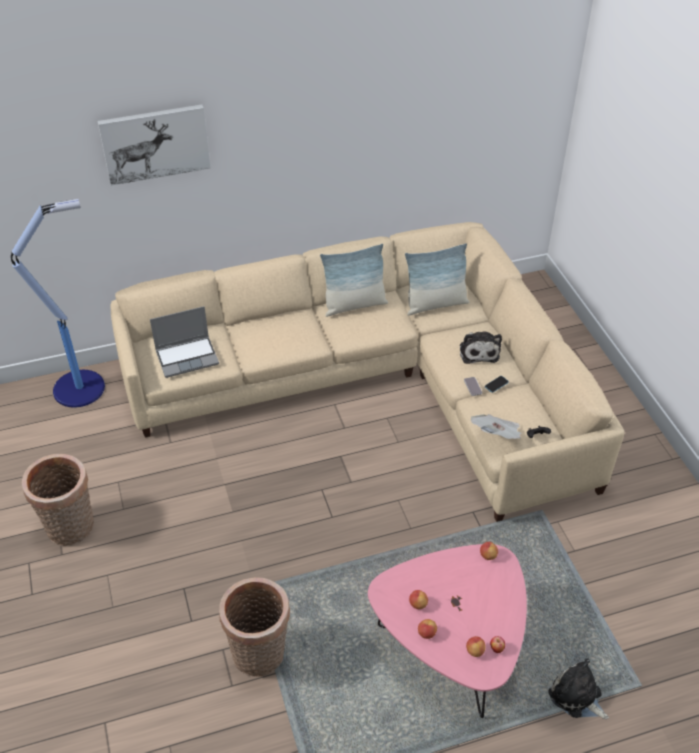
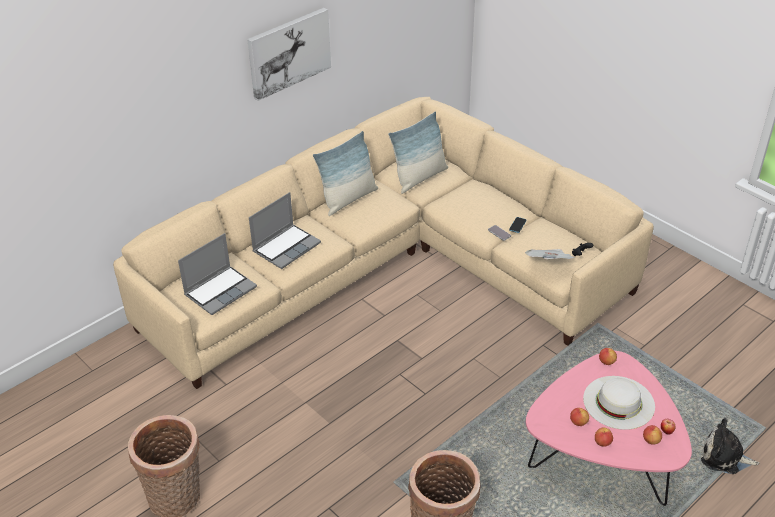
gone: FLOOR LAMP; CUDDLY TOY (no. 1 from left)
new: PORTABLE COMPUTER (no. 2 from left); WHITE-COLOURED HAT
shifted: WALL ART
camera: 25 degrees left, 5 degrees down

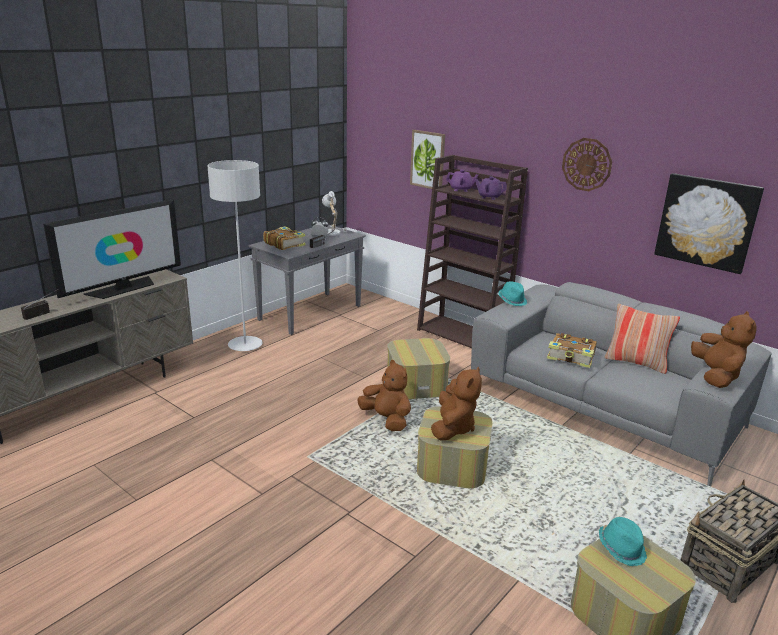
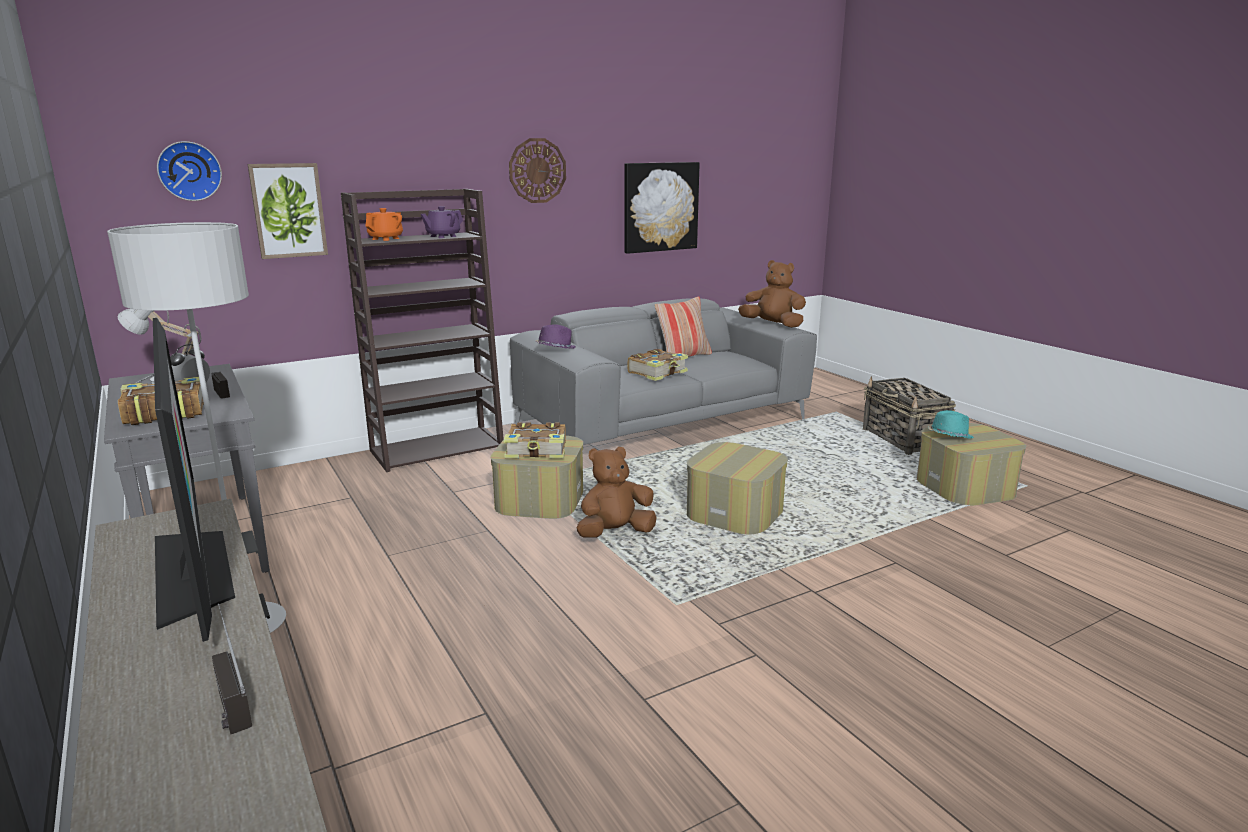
gone: BROWN-COLOURED CUDDLY TOY (no. 2 from left)
new: HANGING CLOCK (no. 1 from left); BOUND BOOK (no. 2 from left)
repainted: PURPLE TEAPOT (no. 1 from left) to ORANGE TEAPOT; TURQUOISE-COLOURED HAT (no. 1 from left) to PURPLE HAT
camera: 70 degrees left, 5 degrees down

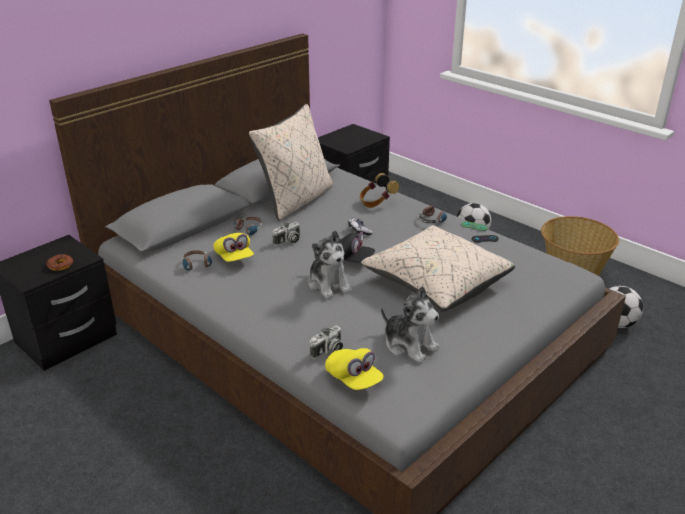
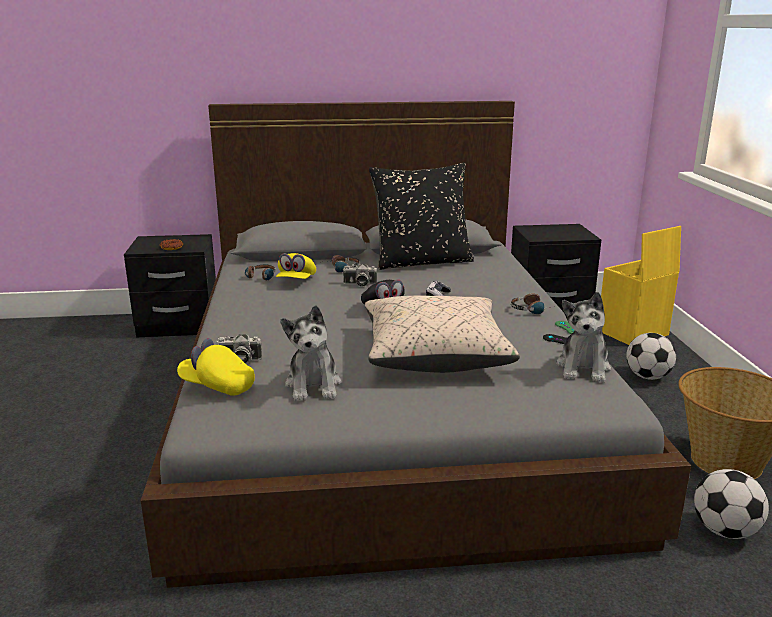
gone: HEADSET (no. 3 from left)
new: YELLOW-COLOURED STORAGE BOX
shifted: CUDDLY TOY (no. 1 from left in the first image) to CUDDLY TOY (no. 2 from left)
repainted: BEIGE PILLOW (no. 1 from left) to BLACK-COLOURED PILLOW
rotated: YELLOW-COLOURED CAP (no. 2 from left in the first image) 105 degrees clockwise
camera: 40 degrees right, 10 degrees down

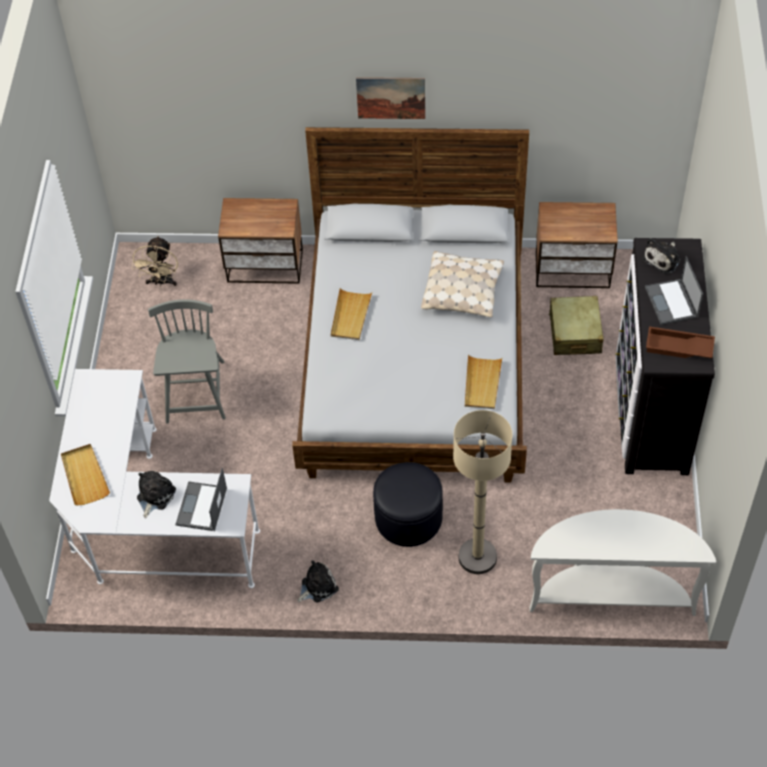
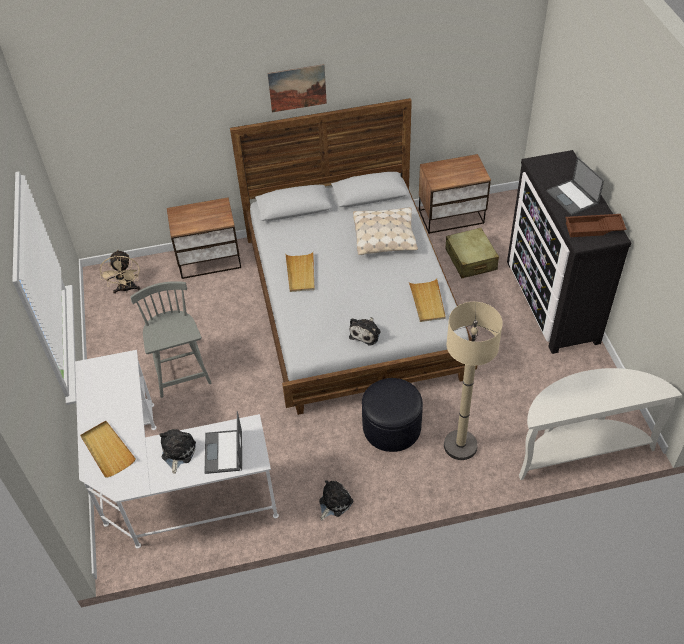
shifted: CUDDLY TOY (no. 3 from left)
camera: 15 degrees left, 5 degrees down

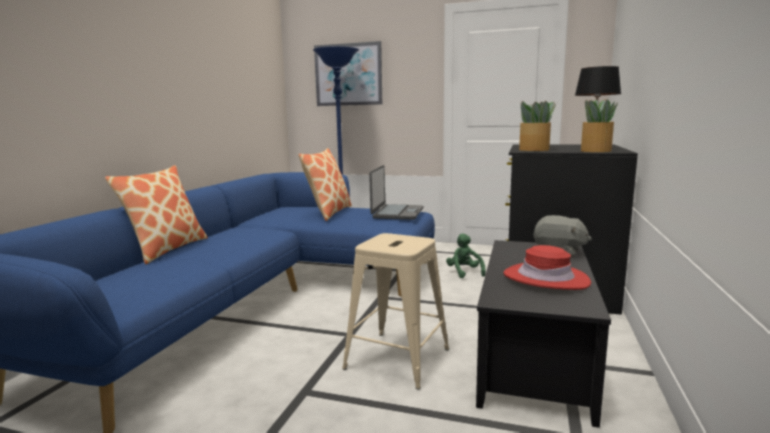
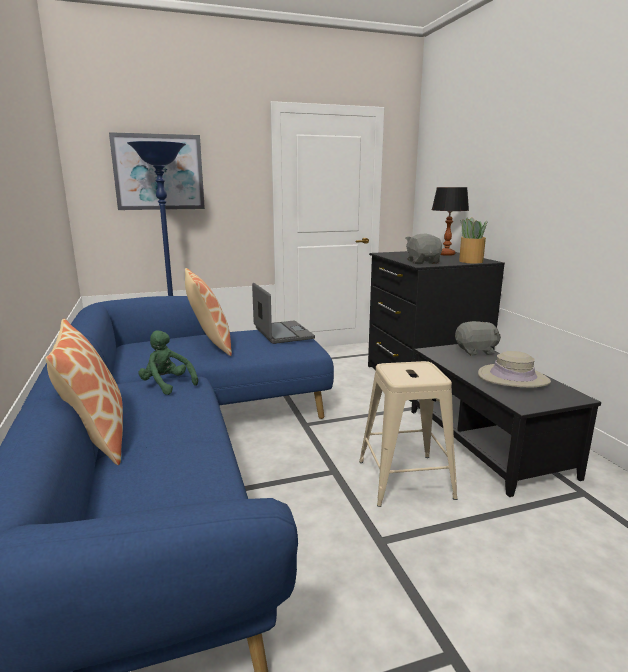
shifted: GREENISH CUDDLY TOY
swapped: POTTED PLANT (no. 1 from left) to GREYISH CUDDLY TOY (no. 1 from left)
repainted: REDDISH HAT to BEIGE HAT
camera: 35 degrees left, 5 degrees up

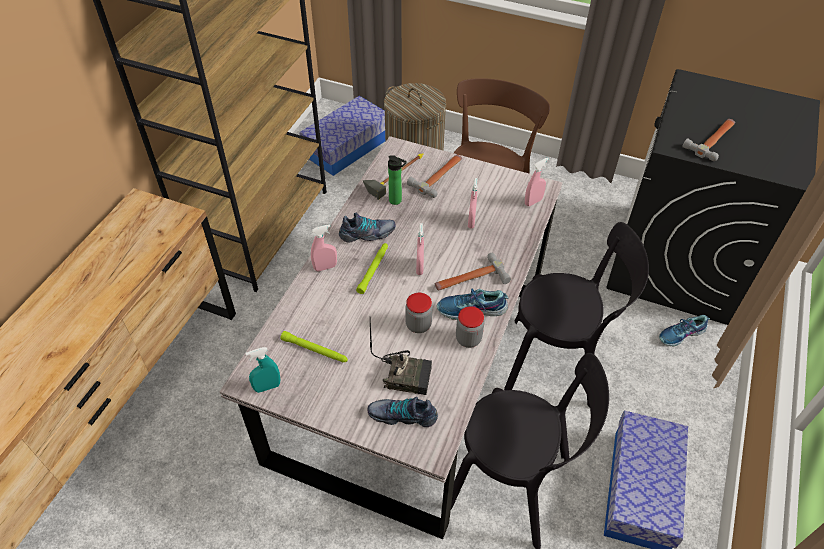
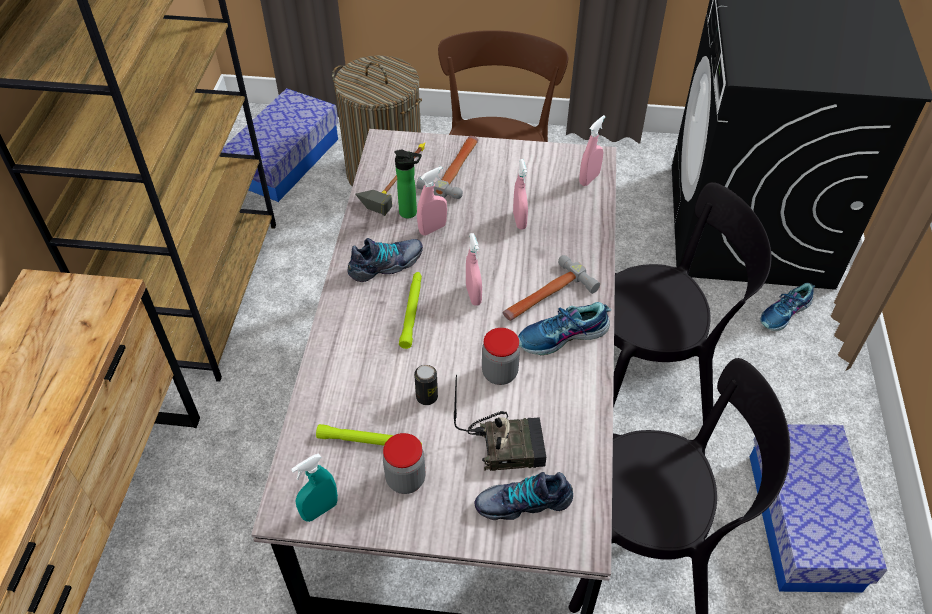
gone: HAMMER (no. 4 from left)
new: METAL CAN
shifted: PRESERVE JAR (no. 2 from left in the first image) to PRESERVE JAR (no. 1 from left); PINK SPRAYER (no. 1 from left)
camera: 15 degrees left, 0 degrees up

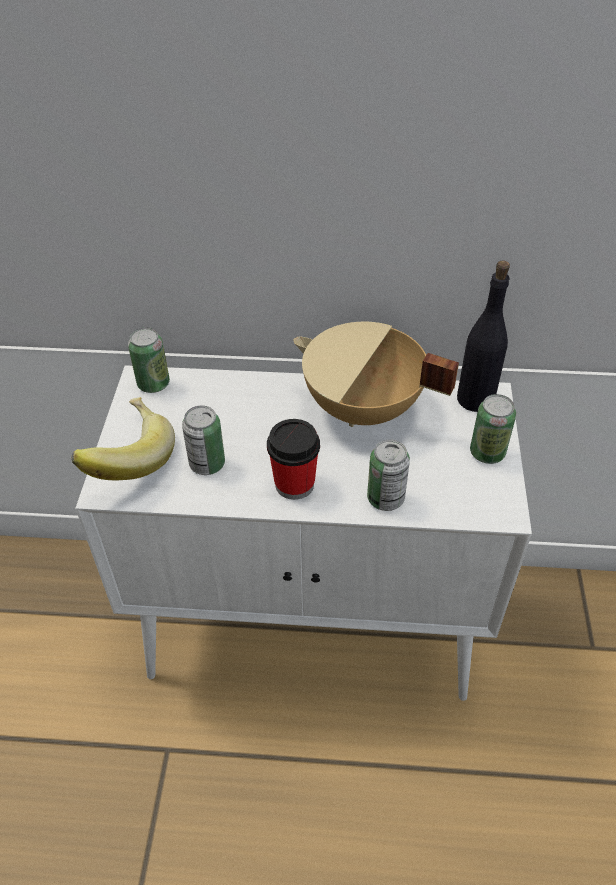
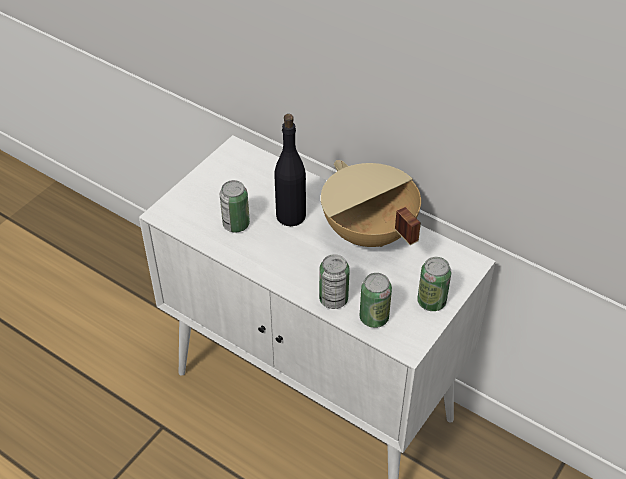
gone: BANANA FRUIT; DRINKING CUP
shifted: BLACK-COLOURED BOTTLE; METAL CAN (no. 1 from left in the first image) to METAL CAN (no. 3 from left)
camera: 30 degrees right, 0 degrees up

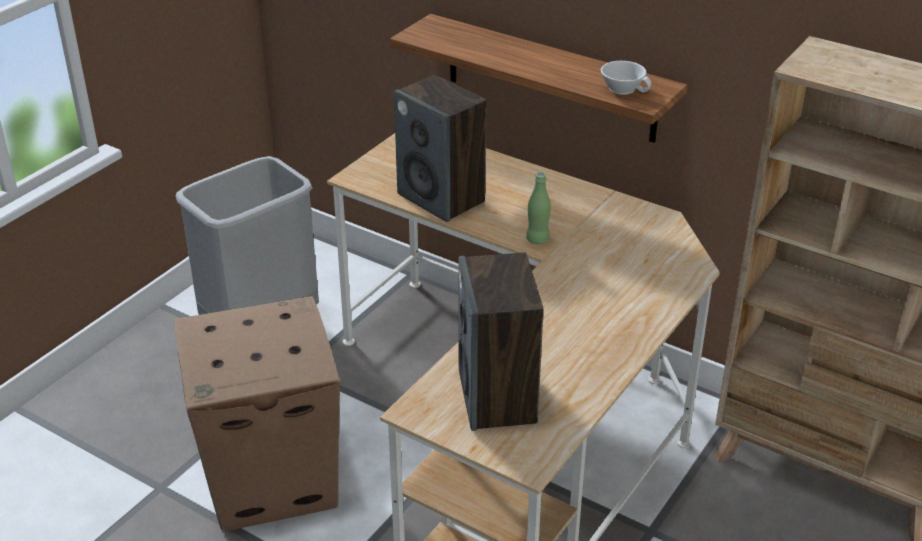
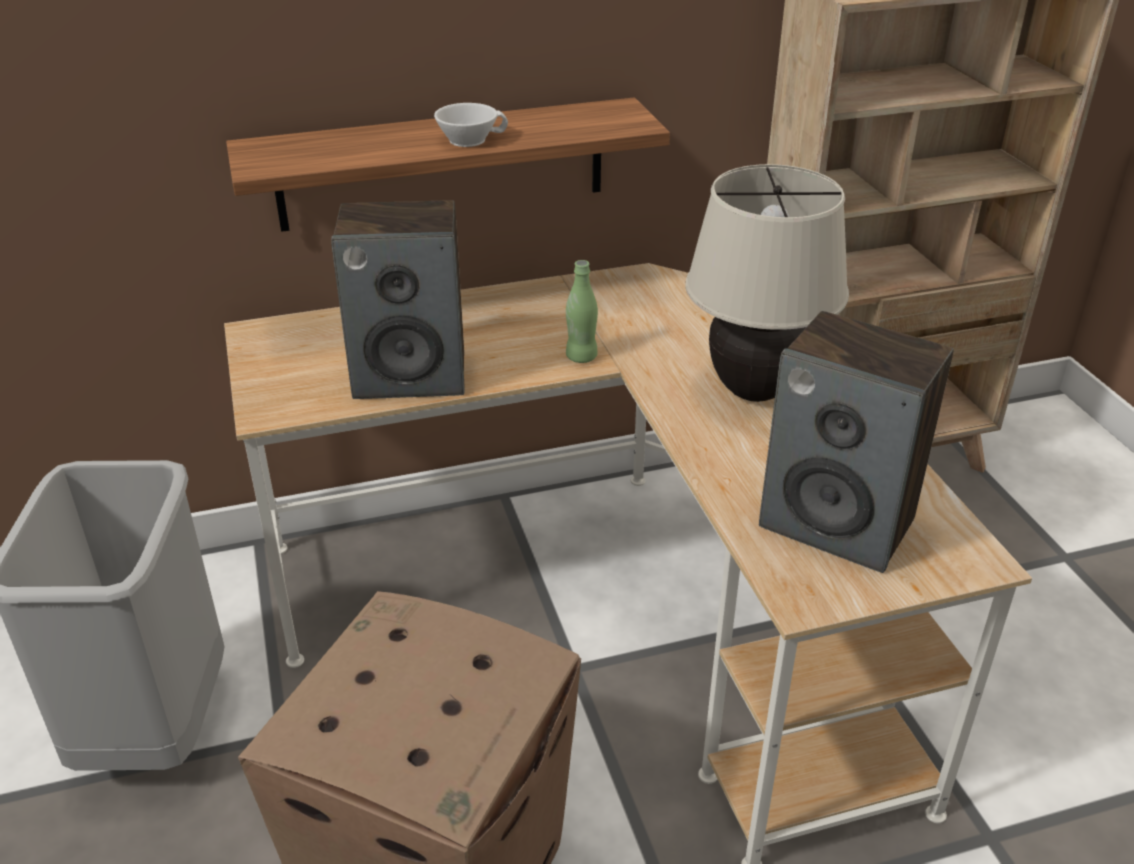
new: BEIGE TABLETOP LAMP
shifted: WHITE-COLOURED DRINKING CUP
camera: 50 degrees left, 0 degrees up

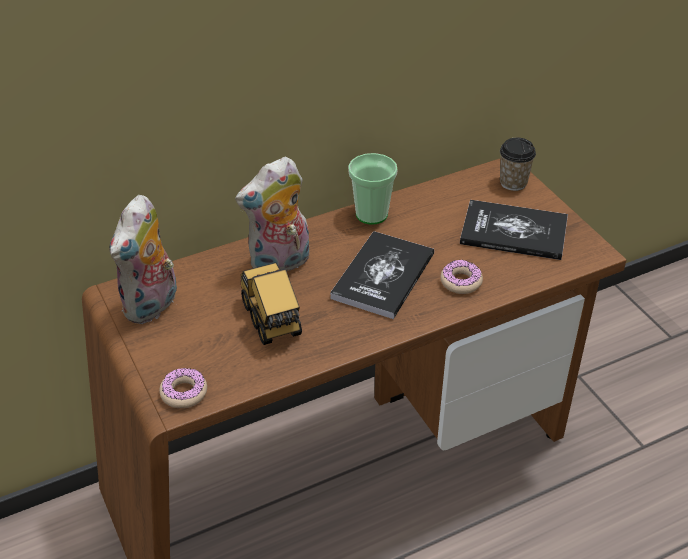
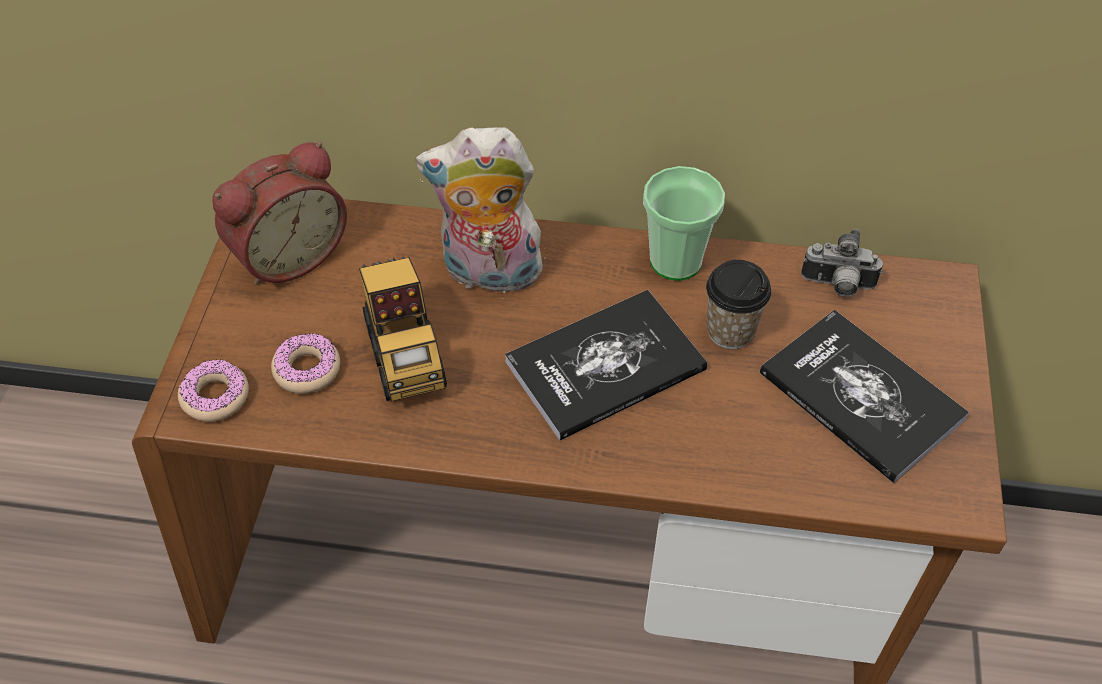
new: PHOTO CAMERA
shifted: DOUGHNUT (no. 2 from left); DRINKING CUP (no. 2 from left)
swapped: CUDDLY TOY (no. 1 from left) to BEDSIDE CLOCK
rotated: MODEL TRUCK 150 degrees clockwise
camera: 35 degrees right, 10 degrees up

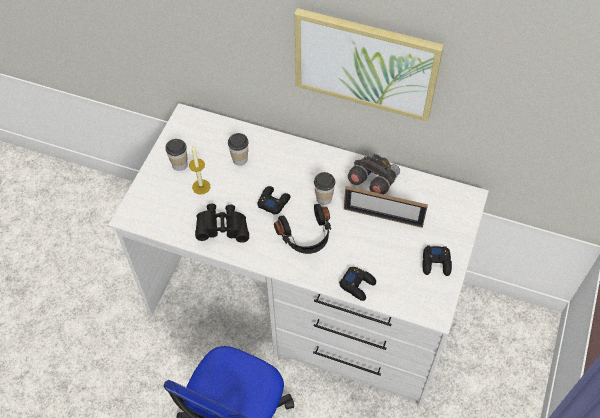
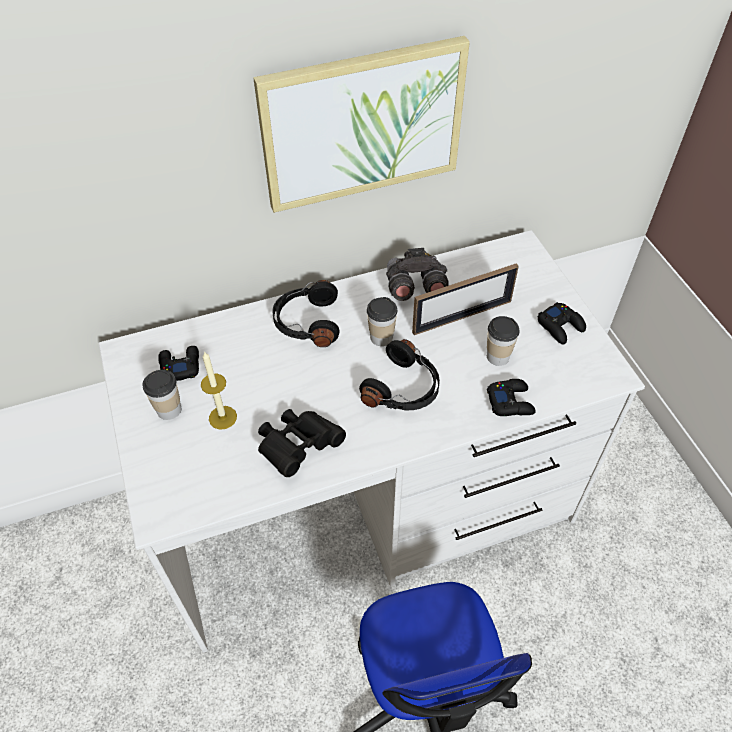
new: BLACK-COLOURED HEADSET (no. 1 from left)
shifted: BLACK-COLOURED JOYPAD (no. 1 from left); DRINKING CUP (no. 2 from left in the first image) to DRINKING CUP (no. 3 from left)
camera: 40 degrees left, 5 degrees down

